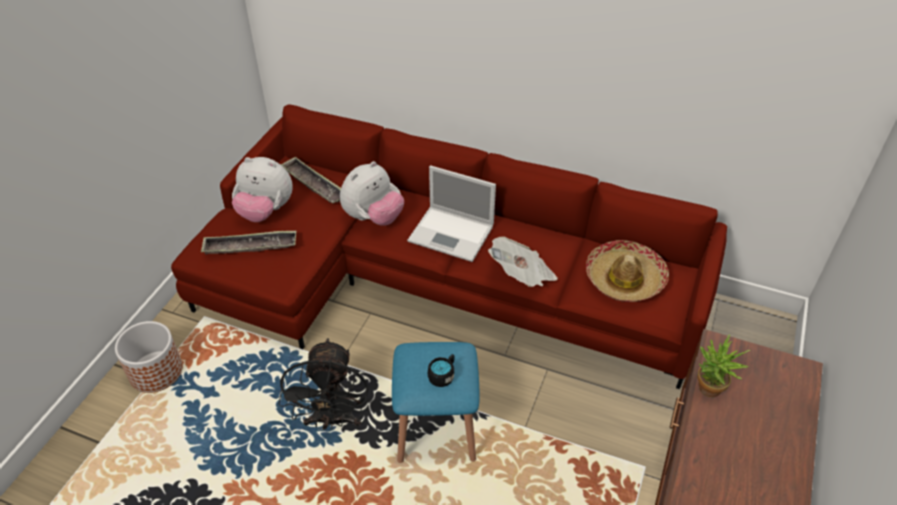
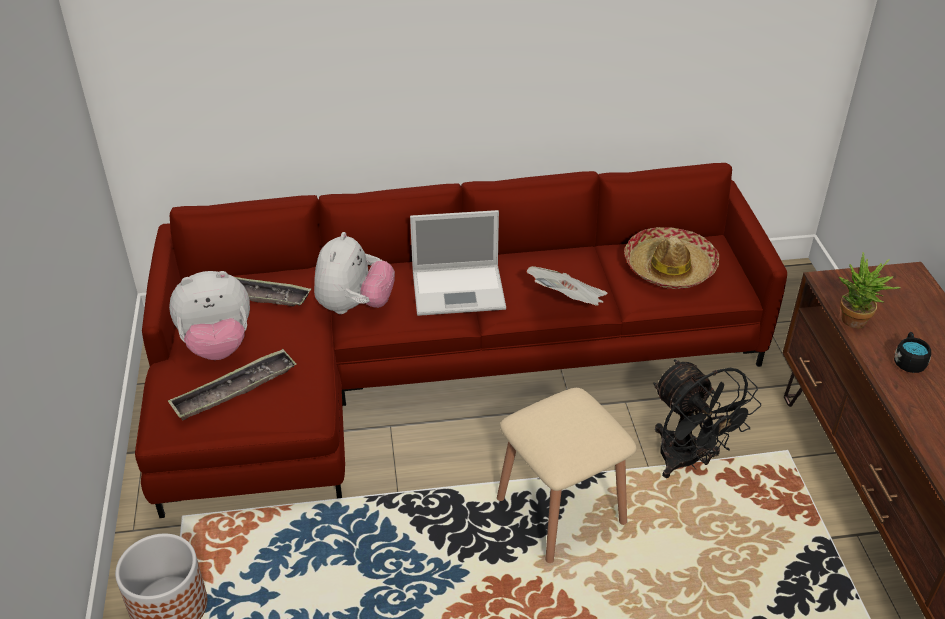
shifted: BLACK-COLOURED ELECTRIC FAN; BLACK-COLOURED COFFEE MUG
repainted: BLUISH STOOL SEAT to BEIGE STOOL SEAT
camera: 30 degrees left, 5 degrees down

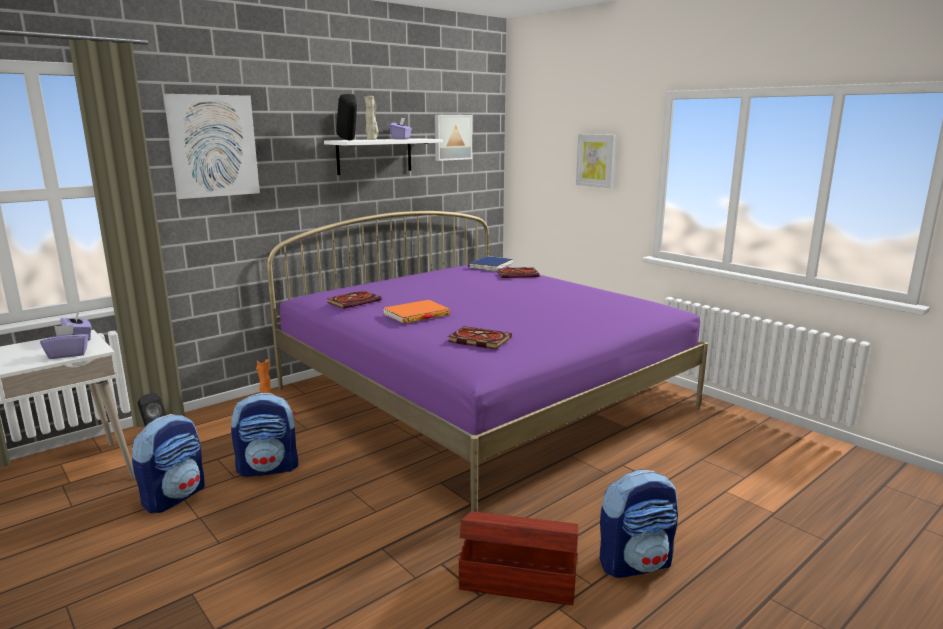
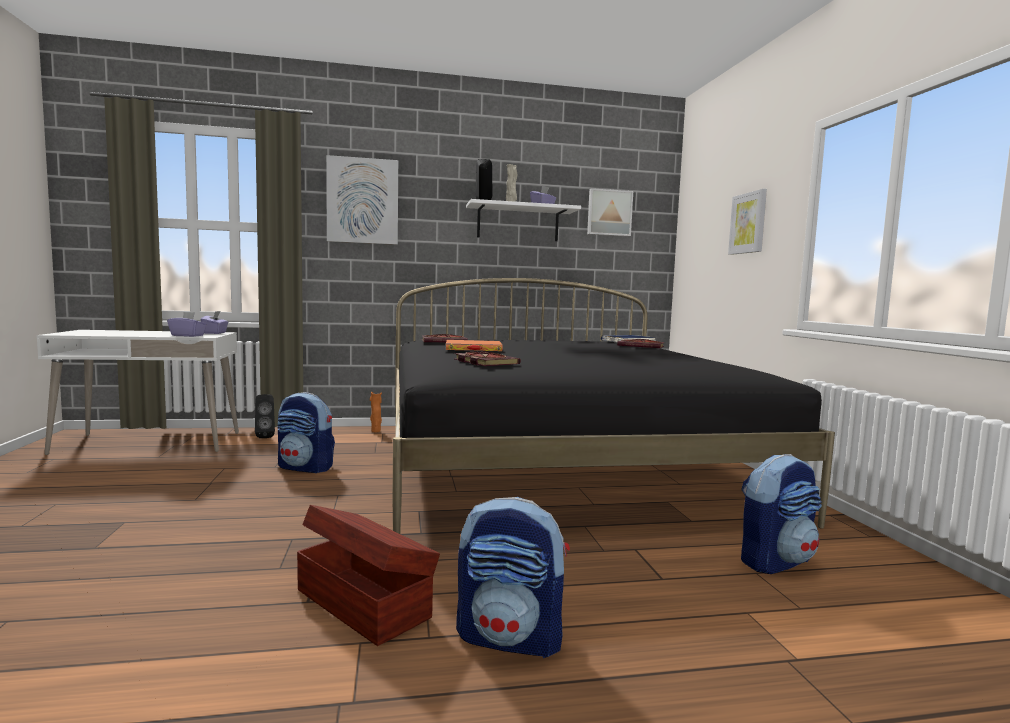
shifted: RUCKSACK (no. 1 from left in the first image) to RUCKSACK (no. 3 from left)
repainted: PURPLE SLEEPING BED to BLACK-COLOURED SLEEPING BED
camera: 30 degrees right, 10 degrees down

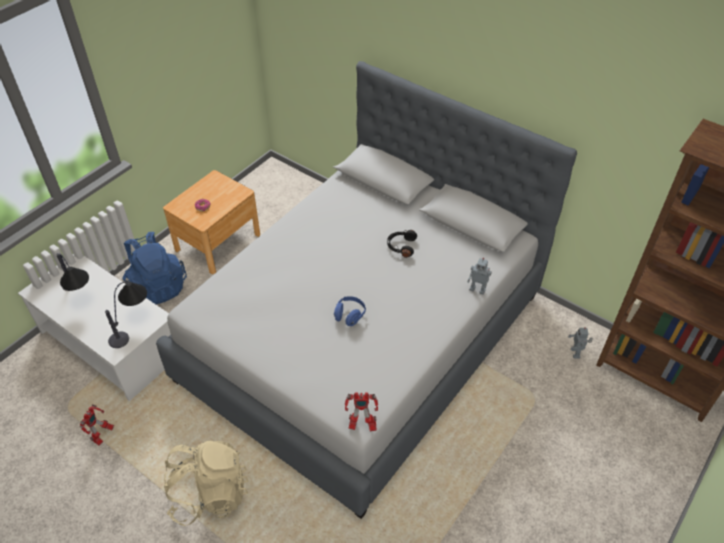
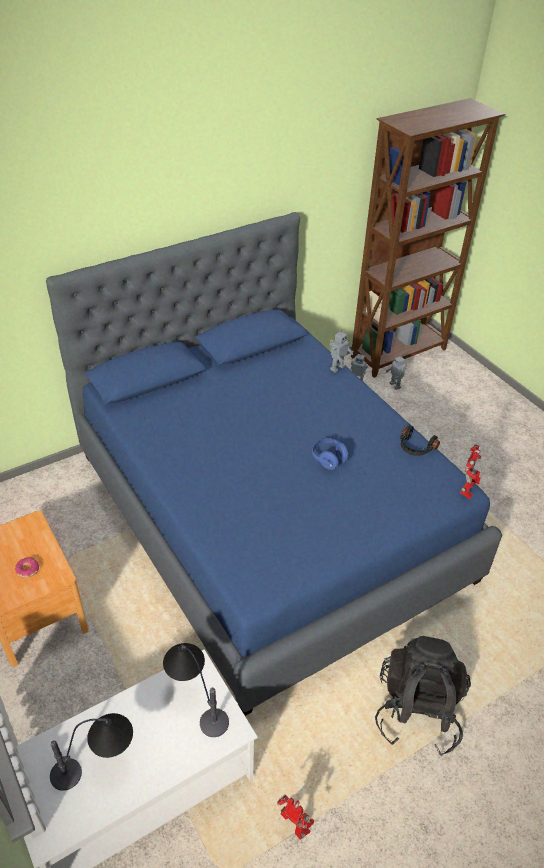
gone: BLUISH RUCKSACK
new: MODEL ROBOT (no. 4 from left)
shifted: BLACK-COLOURED HEADSET
repainted: GREYISH SLEEPING BED to BLUISH SLEEPING BED; BEIGE RUCKSACK to BLACK-COLOURED RUCKSACK
camera: 70 degrees left, 5 degrees down

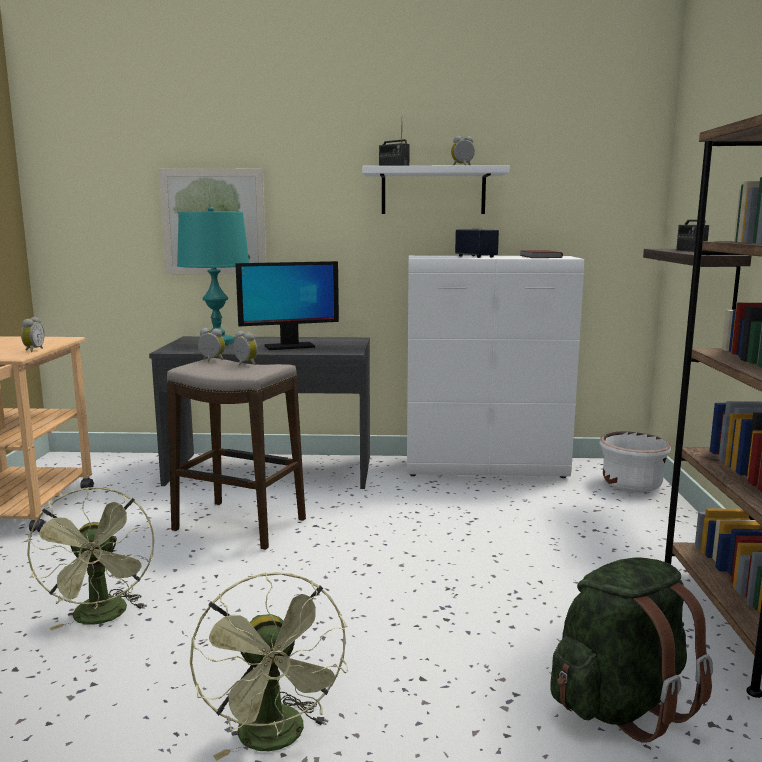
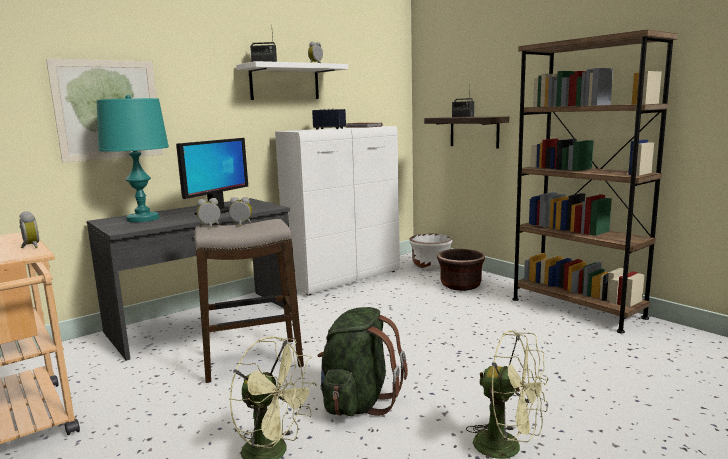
new: BROWN-COLOURED PLANTER
shifted: GREENISH RUCKSACK
camera: 40 degrees left, 0 degrees up

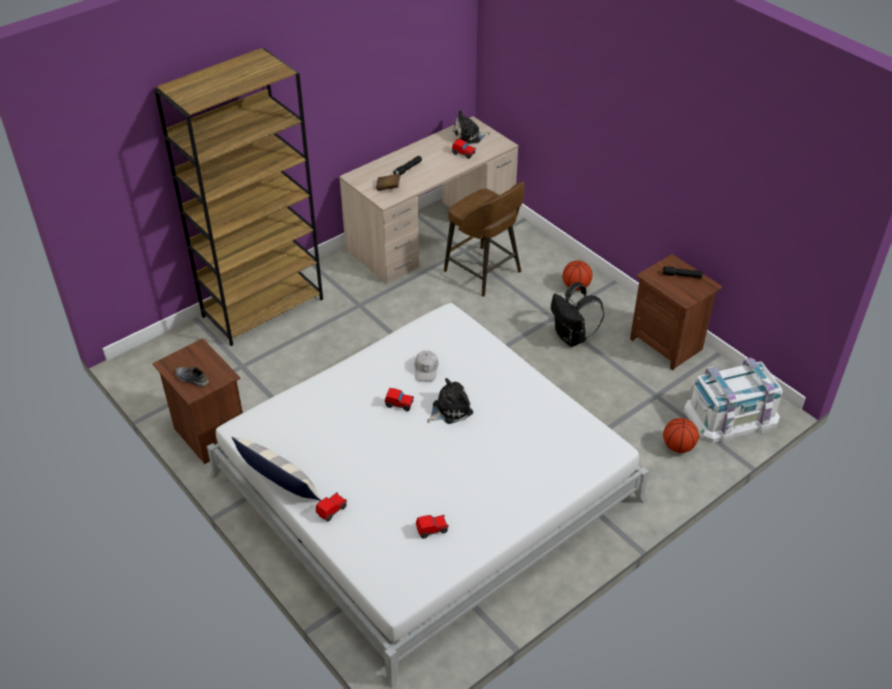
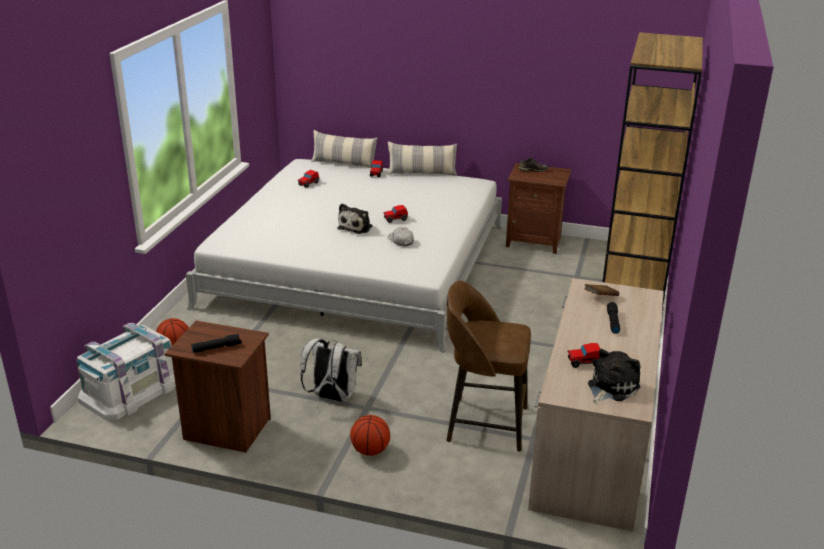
new: PILLOW (no. 1 from left)
repainted: BLACK-COLOURED RUCKSACK to WHITE-COLOURED RUCKSACK
camera: 145 degrees right, 15 degrees down

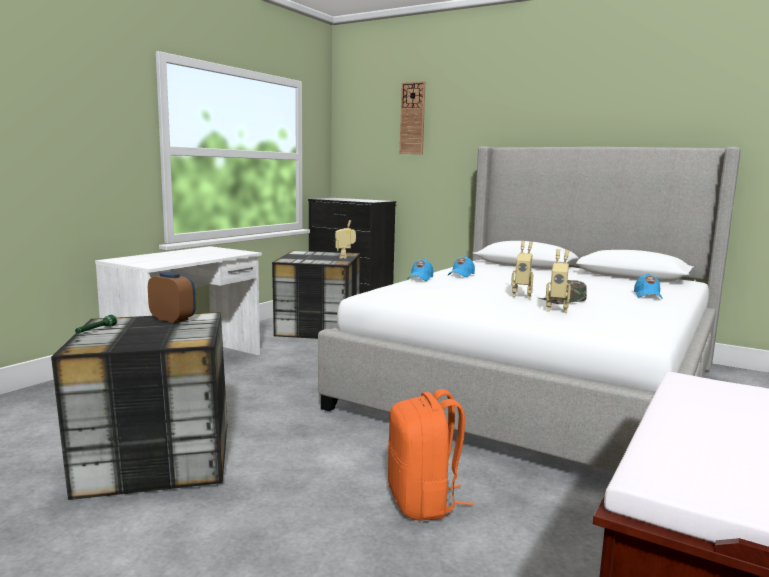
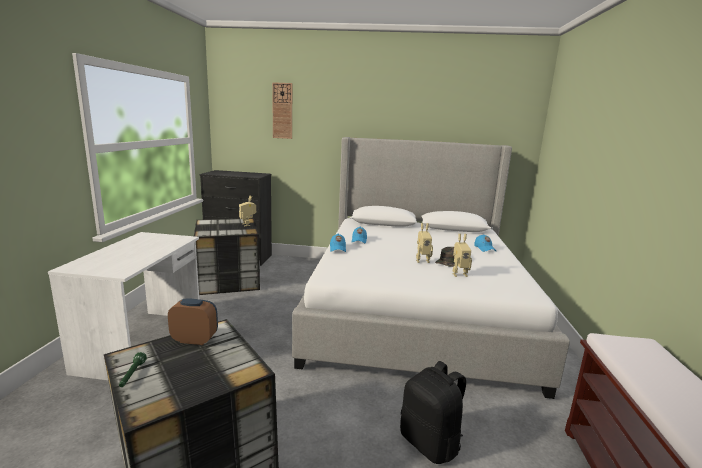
repainted: ORANGE RUCKSACK to BLACK-COLOURED RUCKSACK
camera: 25 degrees left, 5 degrees up

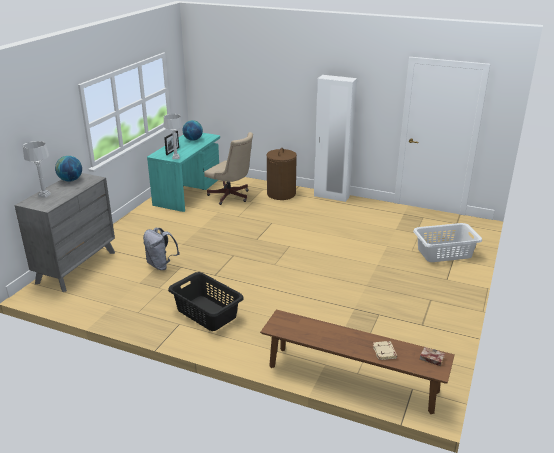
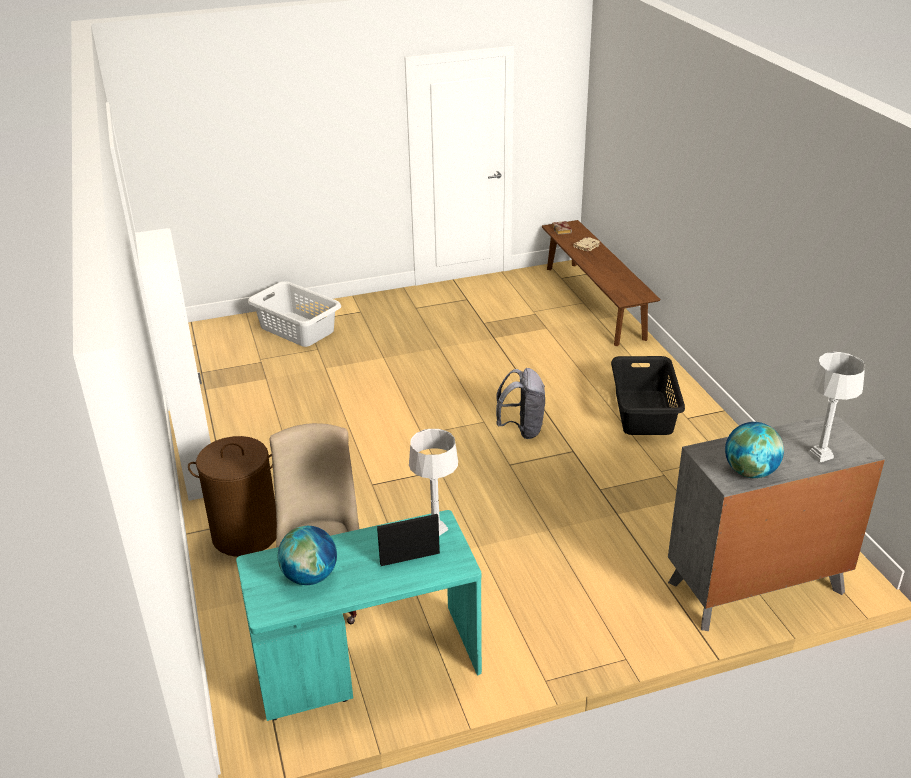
shifted: GREYISH RUCKSACK
camera: 130 degrees left, 5 degrees up

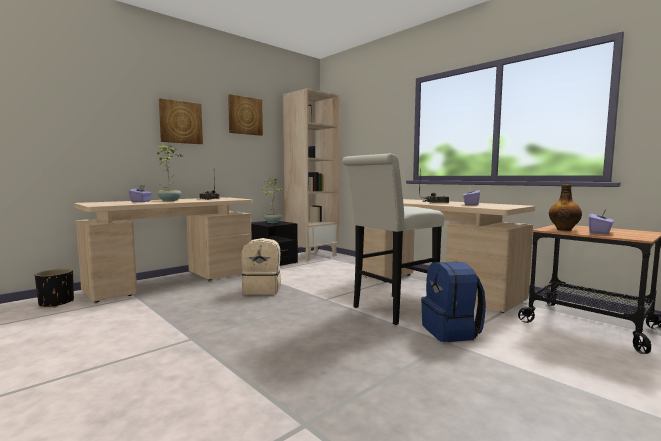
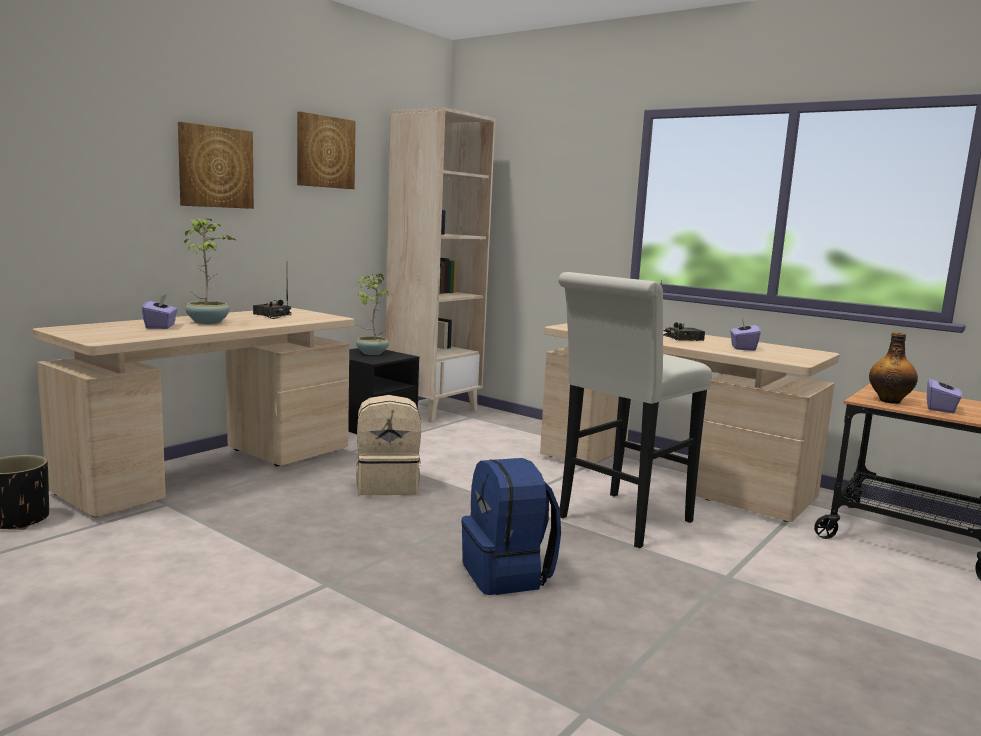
shifted: BLUISH RUCKSACK
camera: 10 degrees left, 5 degrees up

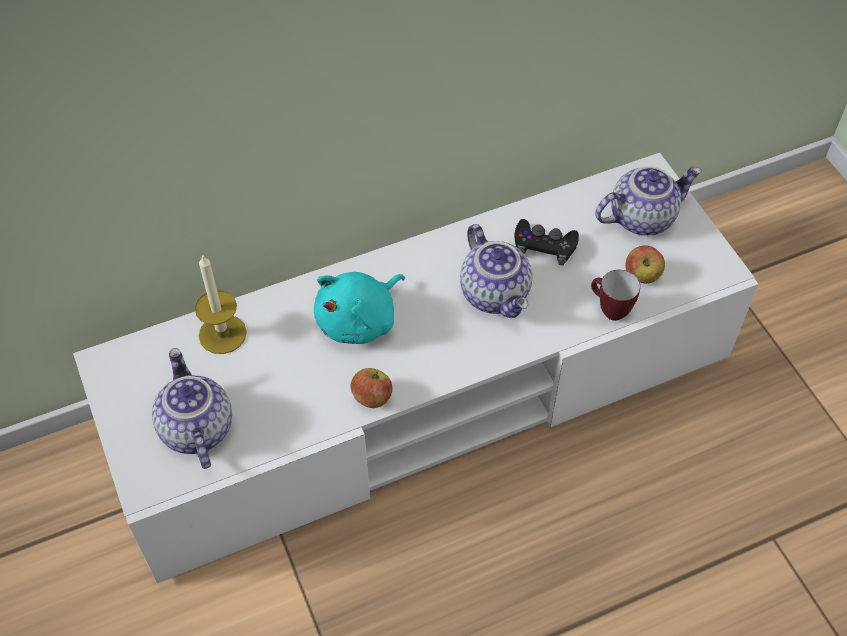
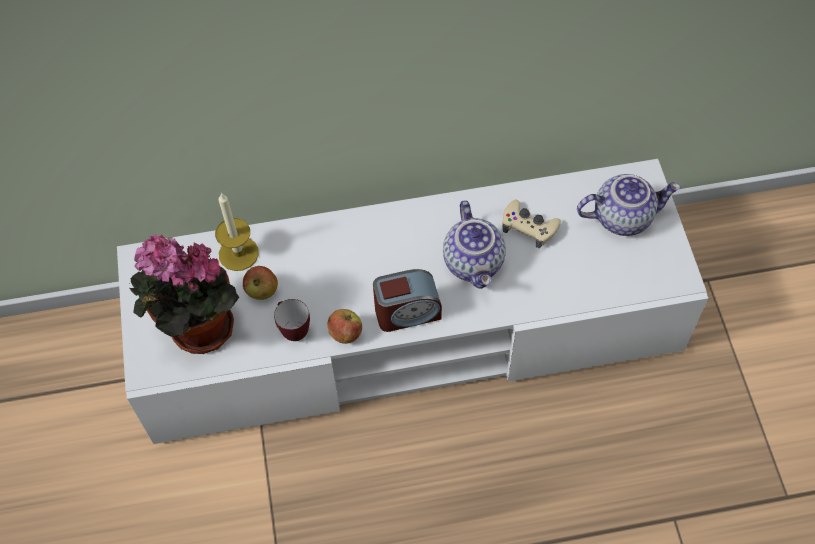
gone: TURQUOISE-COLOURED CUDDLY TOY
new: BEDSIDE CLOCK
shifted: WHOLE APPLE (no. 2 from left in the first image) to WHOLE APPLE (no. 1 from left); COFFEE MUG
swapped: TEAPOT (no. 1 from left) to POTTED PLANT
repainted: BLACK-COLOURED JOYPAD to BEIGE JOYPAD
camera: 15 degrees right, 5 degrees up

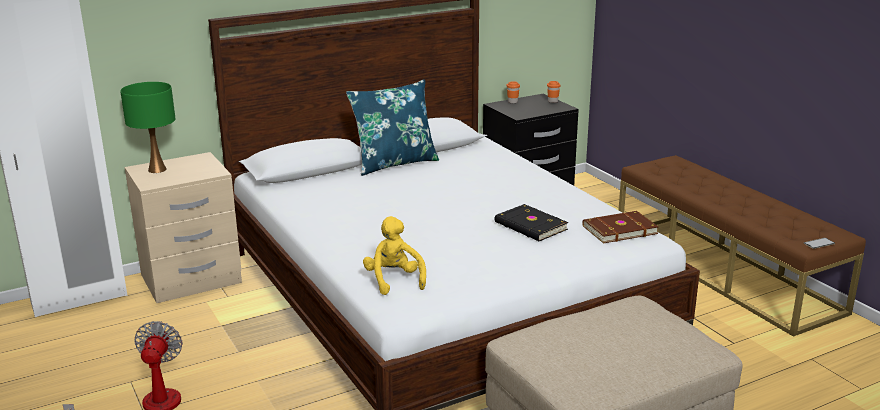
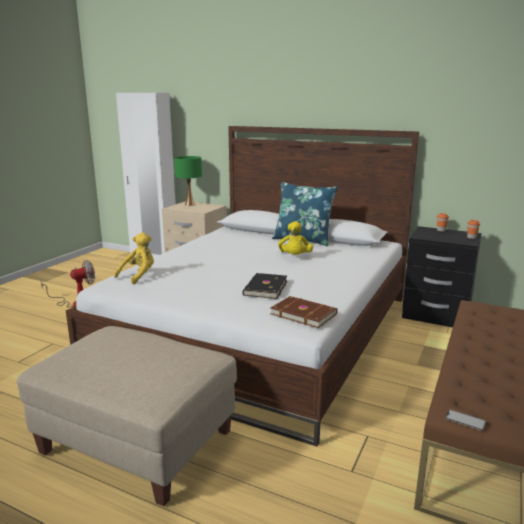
new: YELLOW-COLOURED CUDDLY TOY (no. 2 from left)
camera: 55 degrees right, 5 degrees down

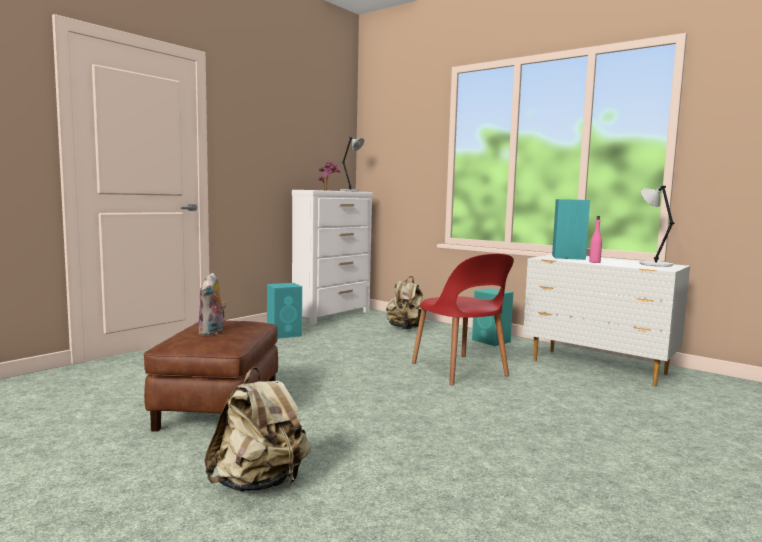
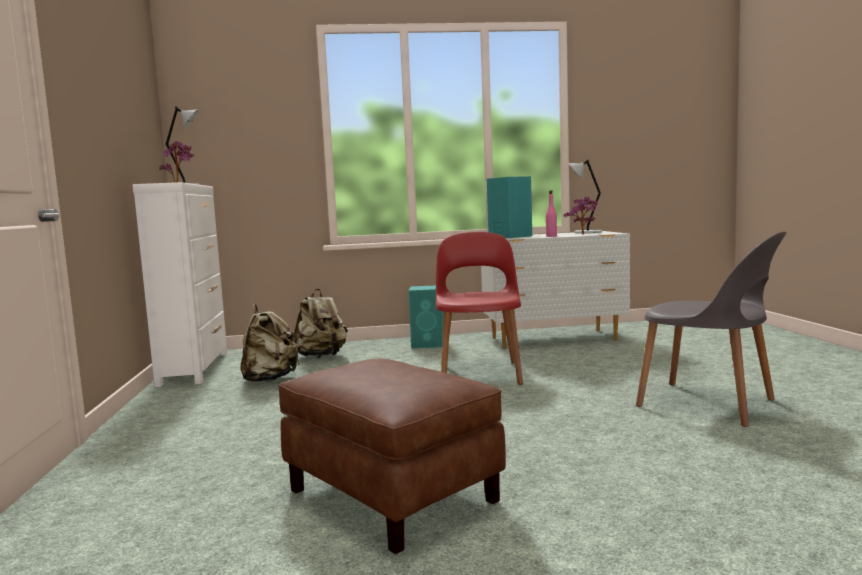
gone: CUDDLY TOY; TURQUOISE-COLOURED LOUDSPEAKER (no. 1 from left)
new: POTTED PLANT (no. 2 from left); GREYISH PLAIN CHAIR
shifted: BEIGE RUCKSACK (no. 1 from left)
rotated: REDDISH PLAIN CHAIR 105 degrees counterclockwise
camera: 45 degrees left, 0 degrees up

